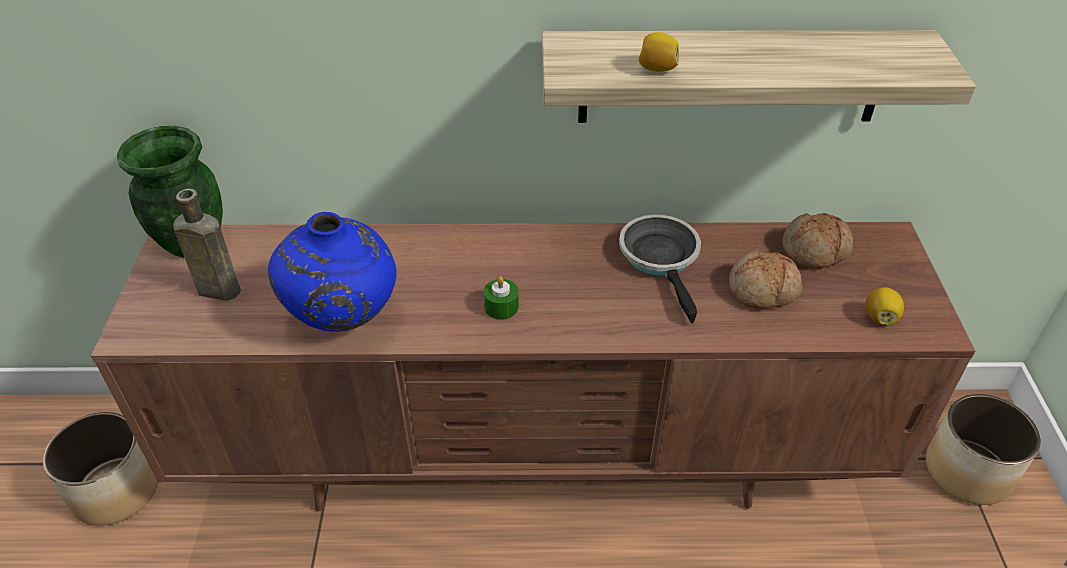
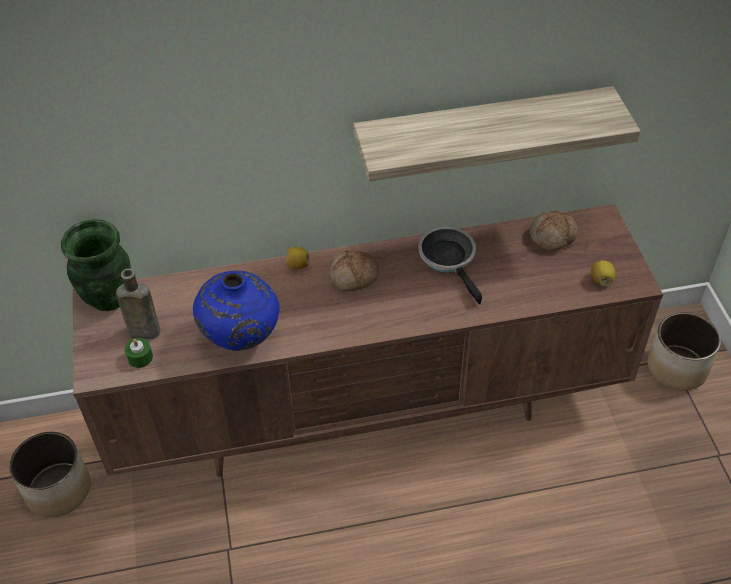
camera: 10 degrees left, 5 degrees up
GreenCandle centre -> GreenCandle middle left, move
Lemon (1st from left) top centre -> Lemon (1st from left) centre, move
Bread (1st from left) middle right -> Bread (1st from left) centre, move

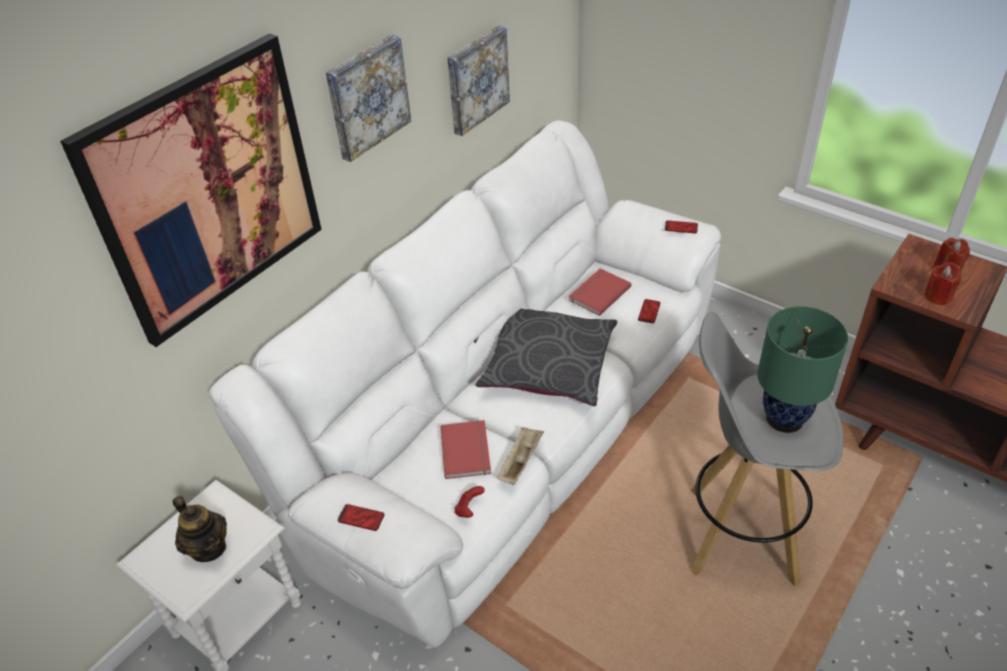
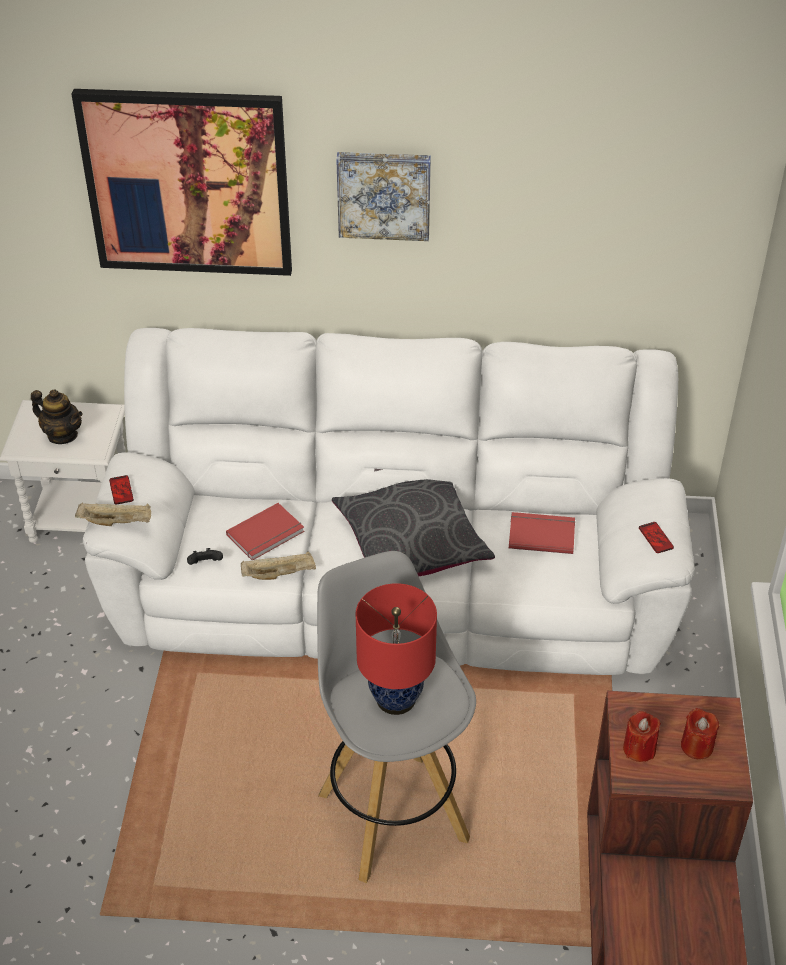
camera: 55 degrees right, 0 degrees up
Picture (3rd from left) top centre -> none
Phone (2nd from left) centre -> none
none -> BeigeTray (1st from left) middle left
RedGameController bottom centre -> BlackGameController middle left
GreenTableLamp middle right -> RedTableLamp bottom centre
Teapot bottom left -> Teapot middle left, 75 degrees counterclockwise

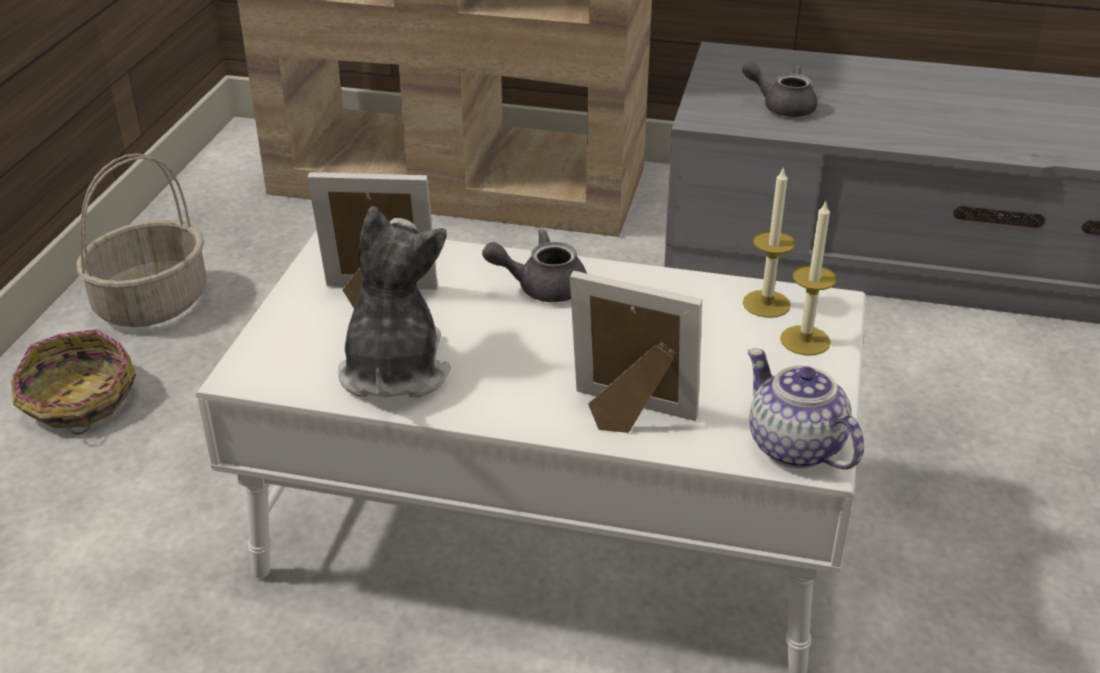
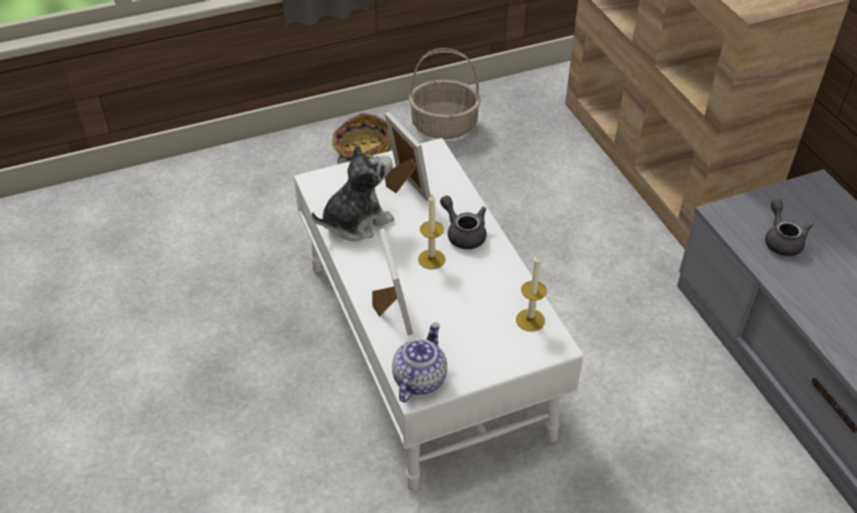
camera: 55 degrees right, 10 degrees up
Candle (2nd from left in the first image) middle right -> Candle (1st from left) centre, move

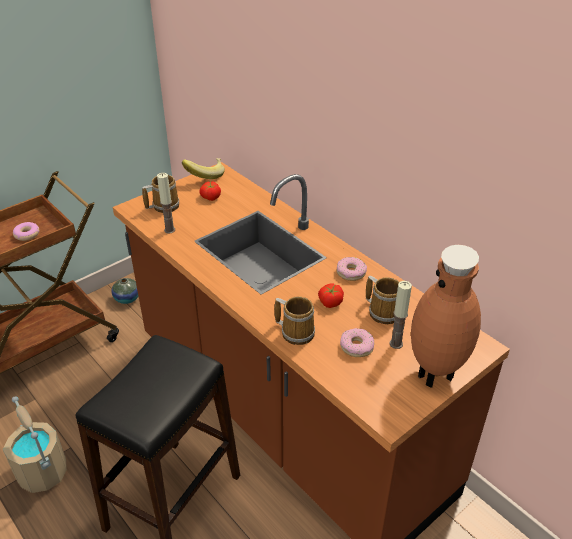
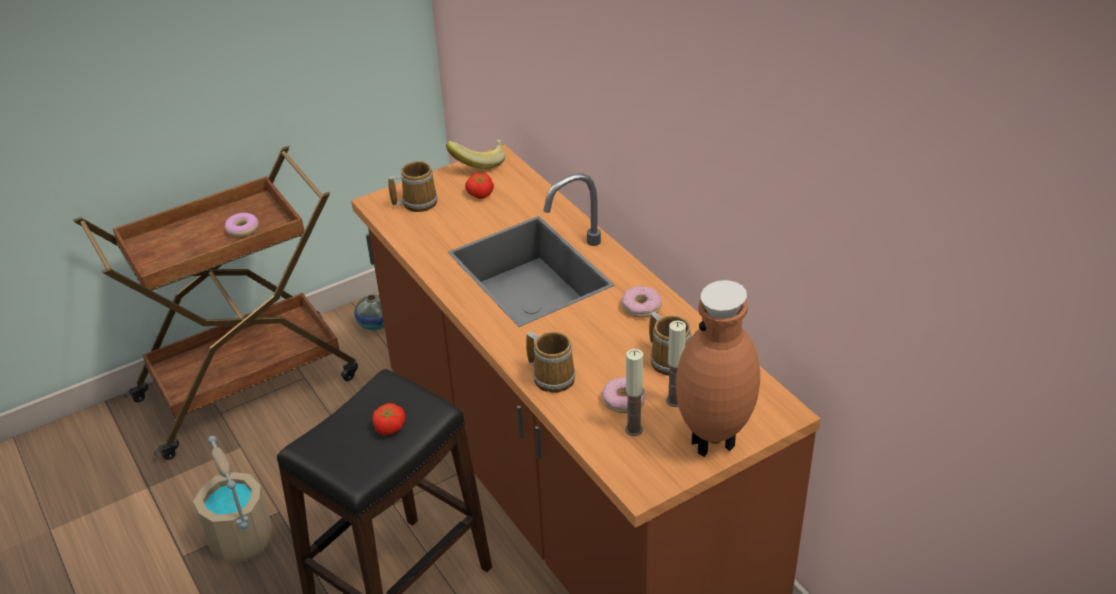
camera: 10 degrees right, 0 degrees up
Candle (1st from left) middle left -> Candle (1st from left) centre, move
Tomato (2nd from left in the first image) centre -> Tomato (1st from left) bottom centre, move

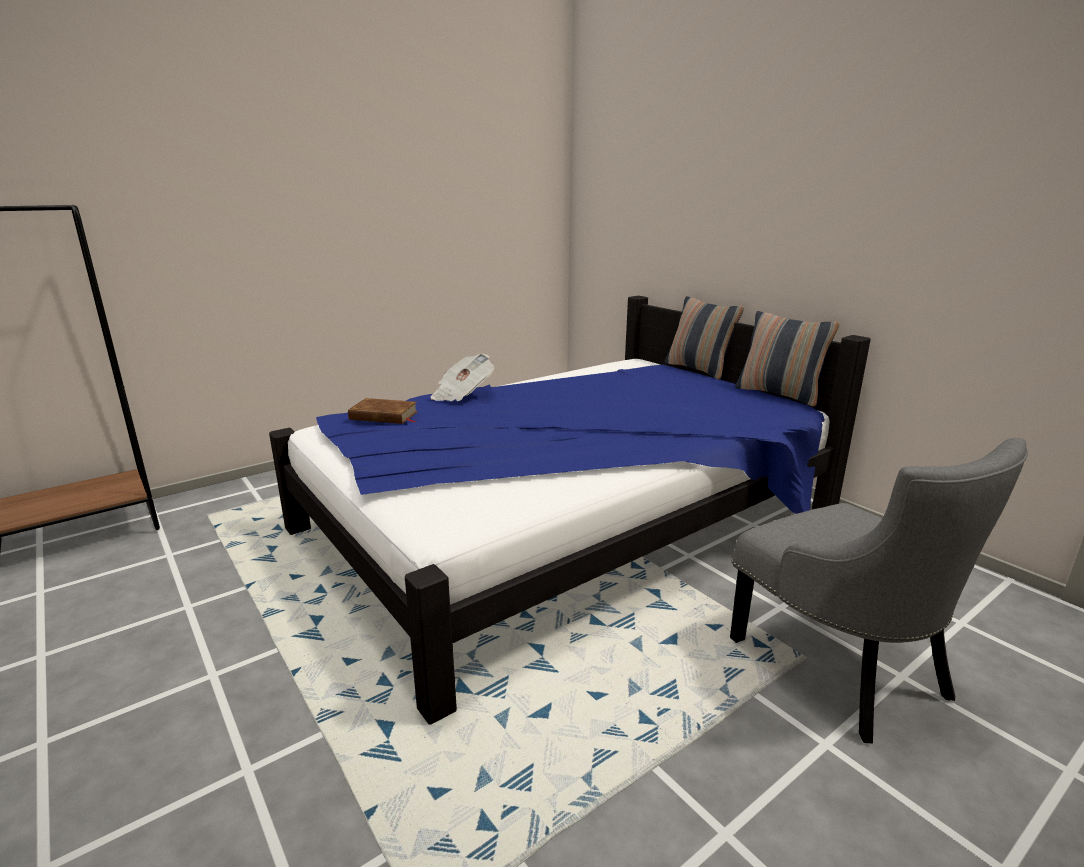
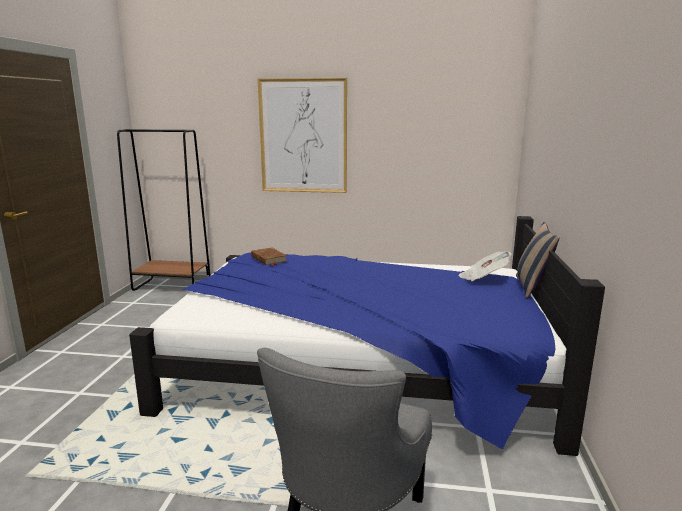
camera: 45 degrees right, 5 degrees down
Pillow (2nd from left) middle right -> none
none -> Picture top centre
Newspaper centre -> Newspaper middle right, move

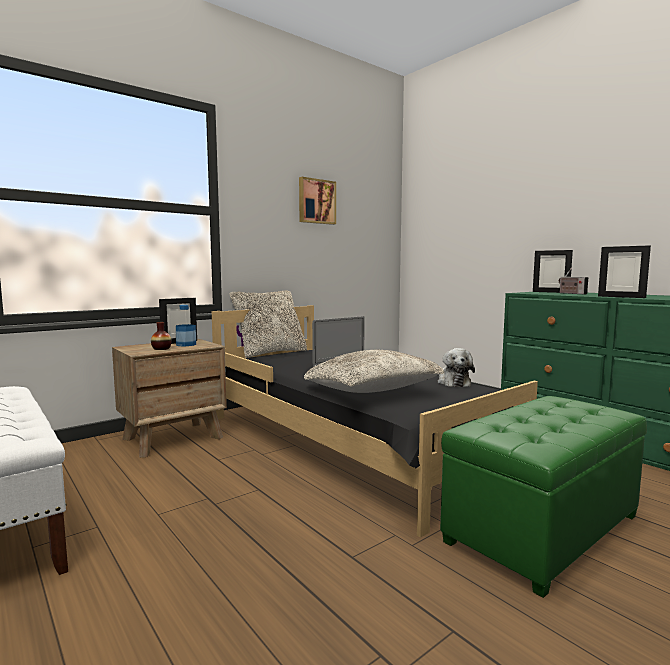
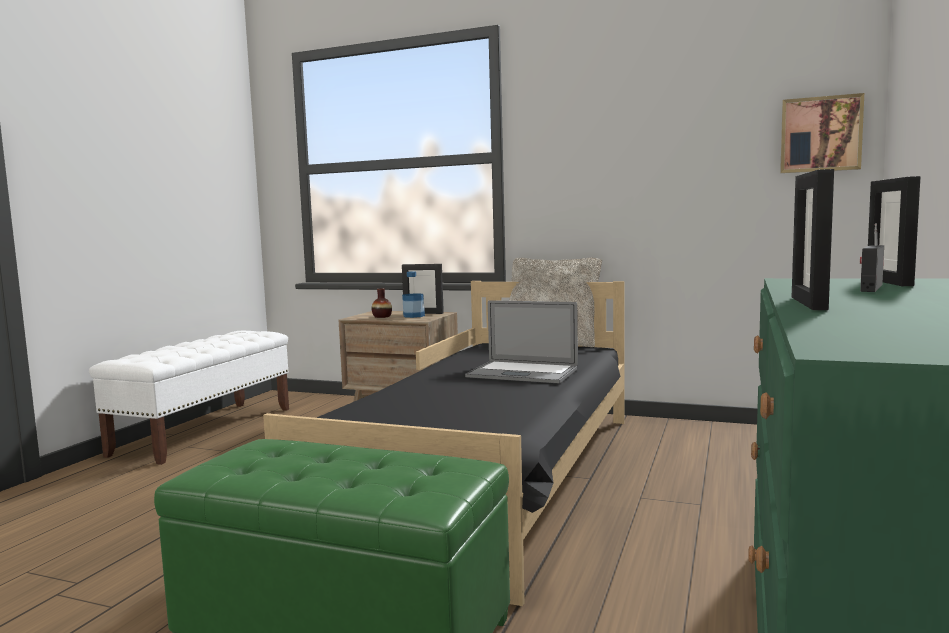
camera: 60 degrees right, 0 degrees up
BeigePillow (2nd from left) centre -> none
PlushToy middle right -> none
Picture top centre -> Picture top right, move

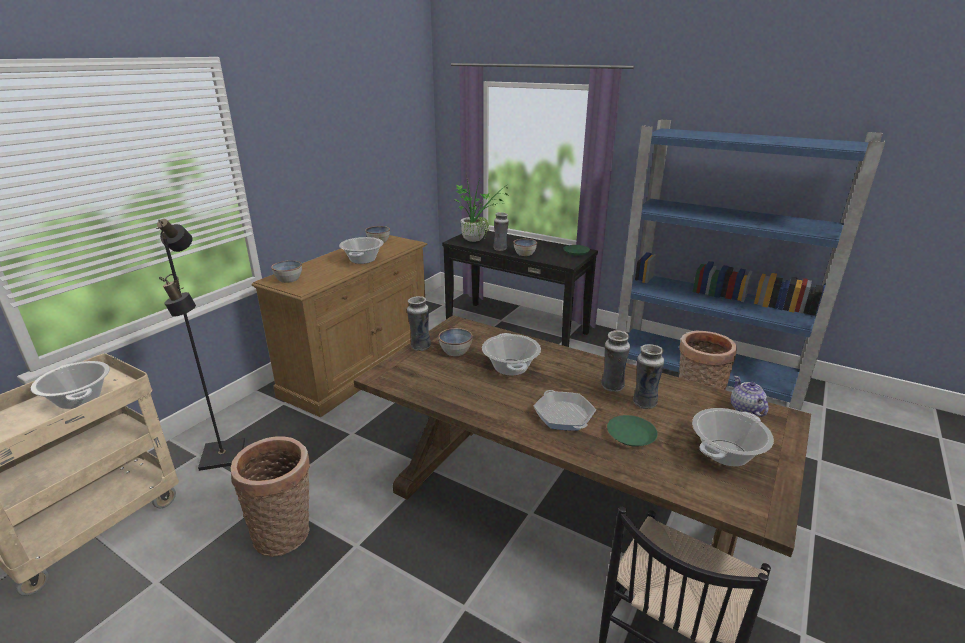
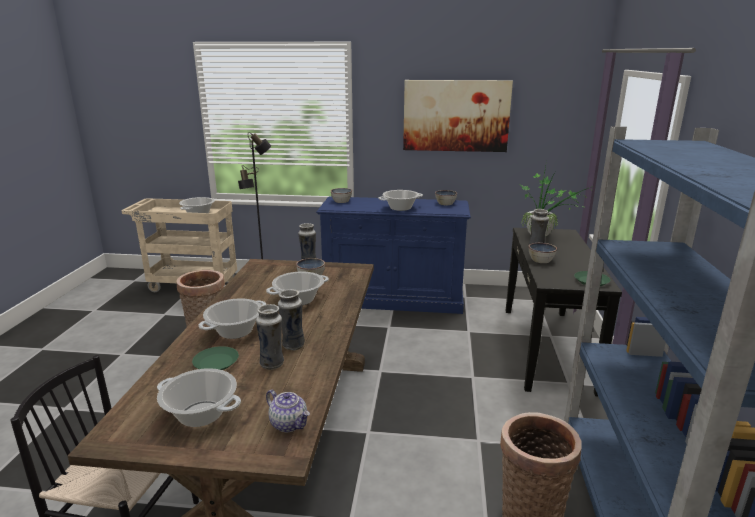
camera: 65 degrees right, 5 degrees down
none -> Picture top centre
FryingPan centre -> CookingPot (3rd from left) middle left
BrownCabinet centre -> BlueCabinet centre
Teapot middle right -> Teapot bottom centre, 75 degrees clockwise

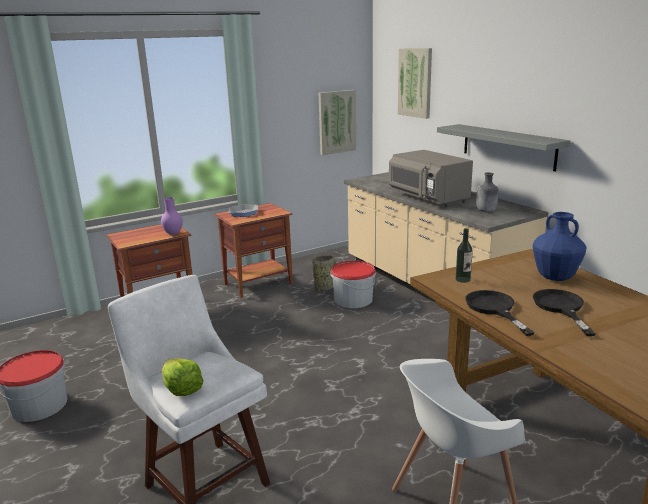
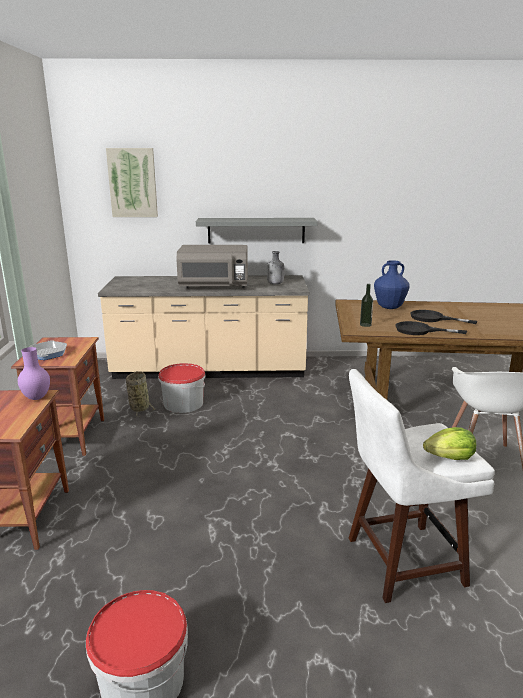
camera: 60 degrees left, 0 degrees up
Picture (1st from left) top centre -> none

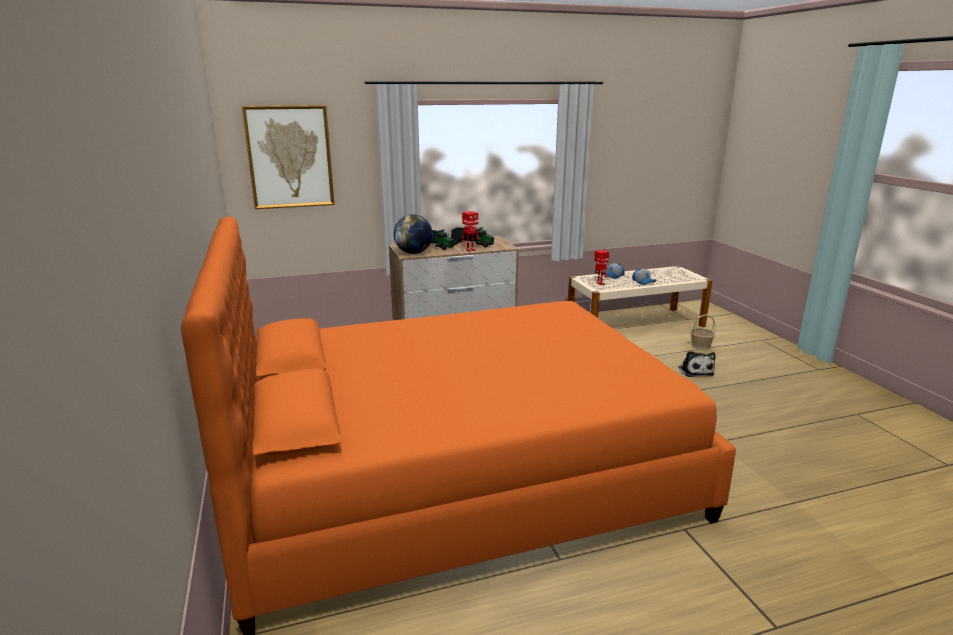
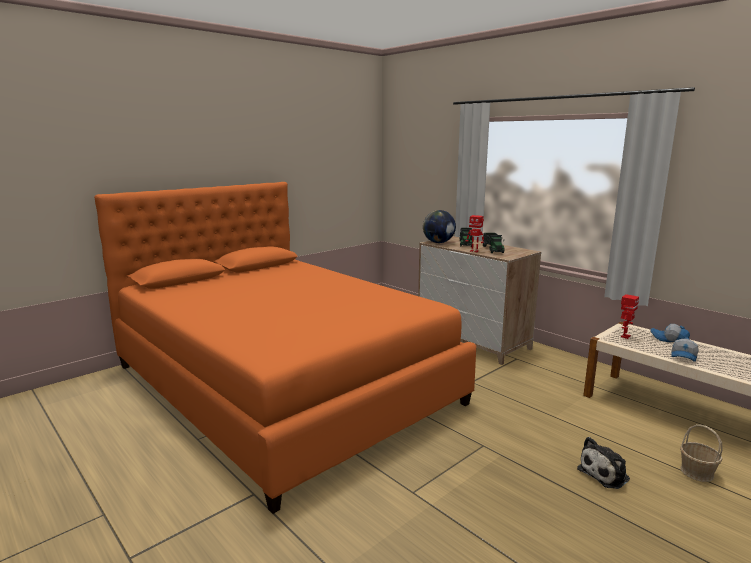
camera: 65 degrees right, 5 degrees down
Picture top left -> none

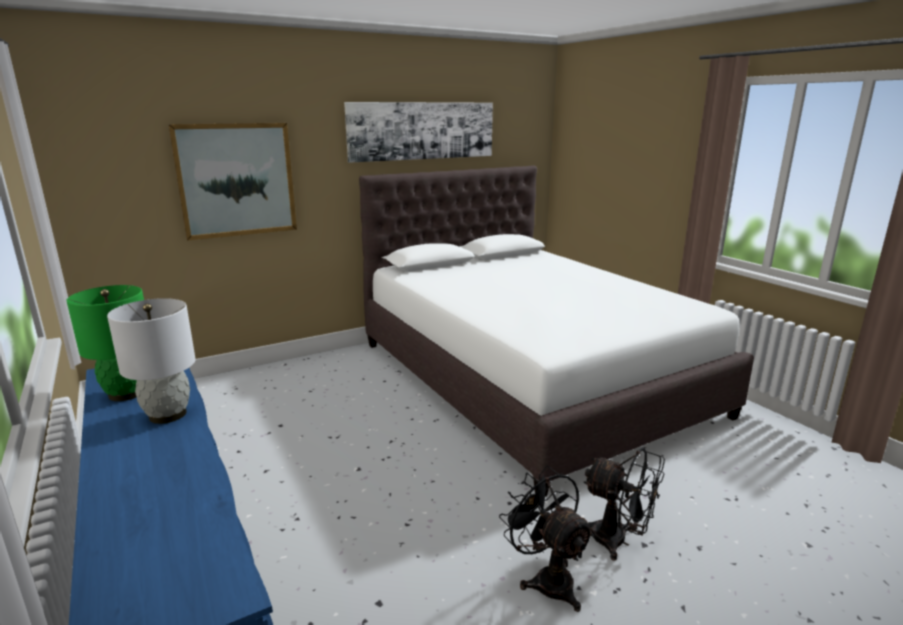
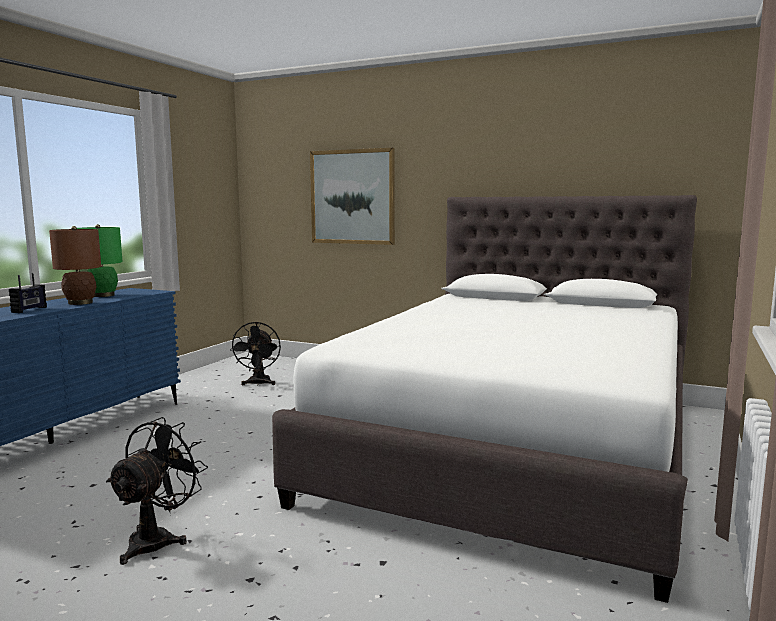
camera: 55 degrees right, 10 degrees down
Picture (2nd from left) top centre -> none
none -> Radio middle left
BlackFan (2nd from left) bottom right -> BlackFan (2nd from left) middle left, move
WhiteTableLamp middle left -> BrownTableLamp middle left

